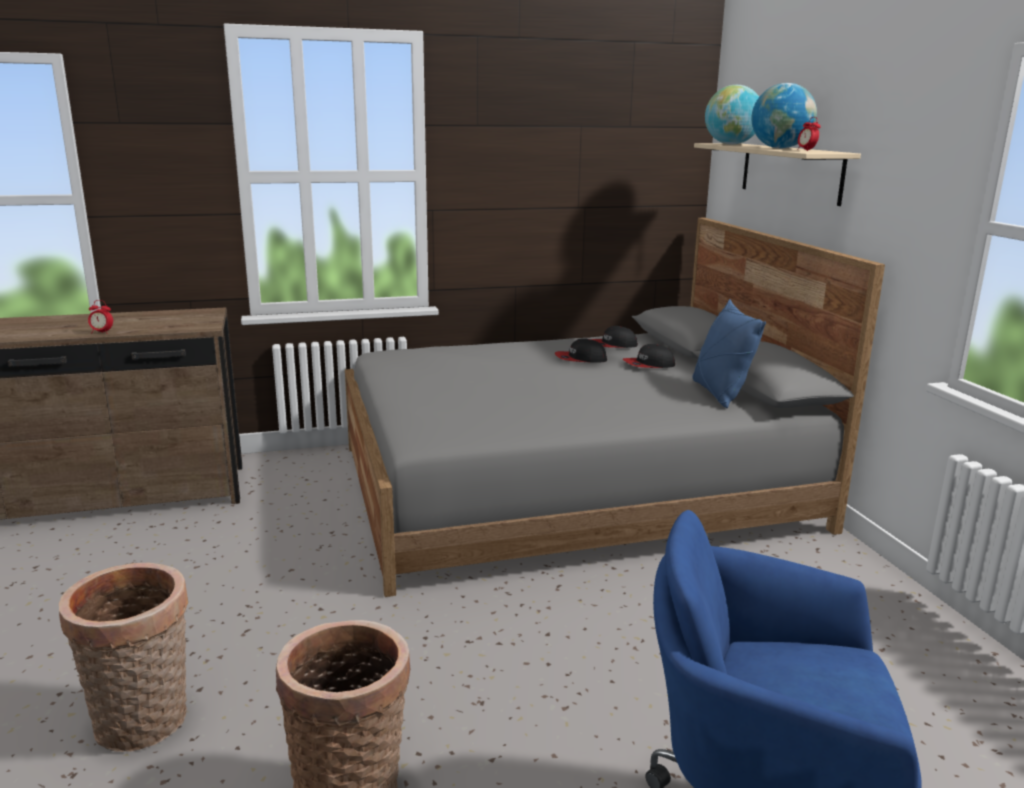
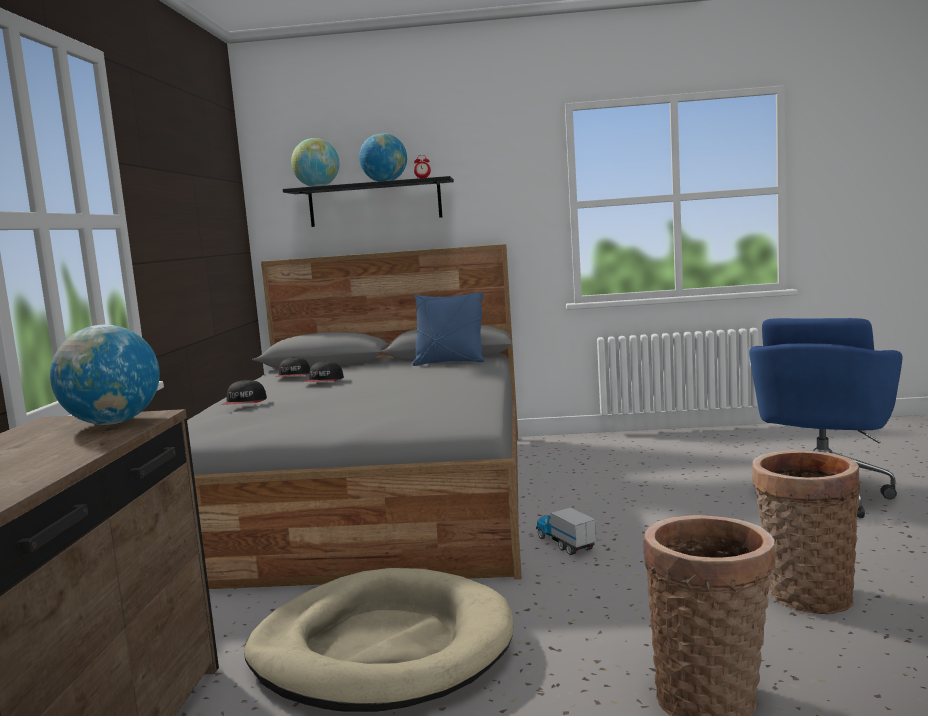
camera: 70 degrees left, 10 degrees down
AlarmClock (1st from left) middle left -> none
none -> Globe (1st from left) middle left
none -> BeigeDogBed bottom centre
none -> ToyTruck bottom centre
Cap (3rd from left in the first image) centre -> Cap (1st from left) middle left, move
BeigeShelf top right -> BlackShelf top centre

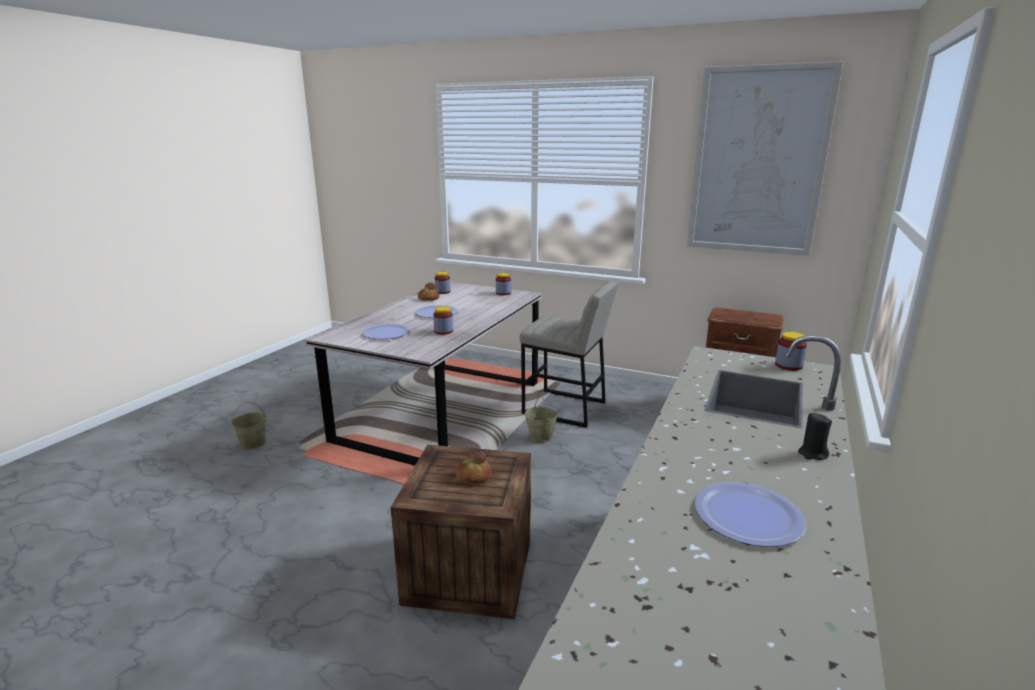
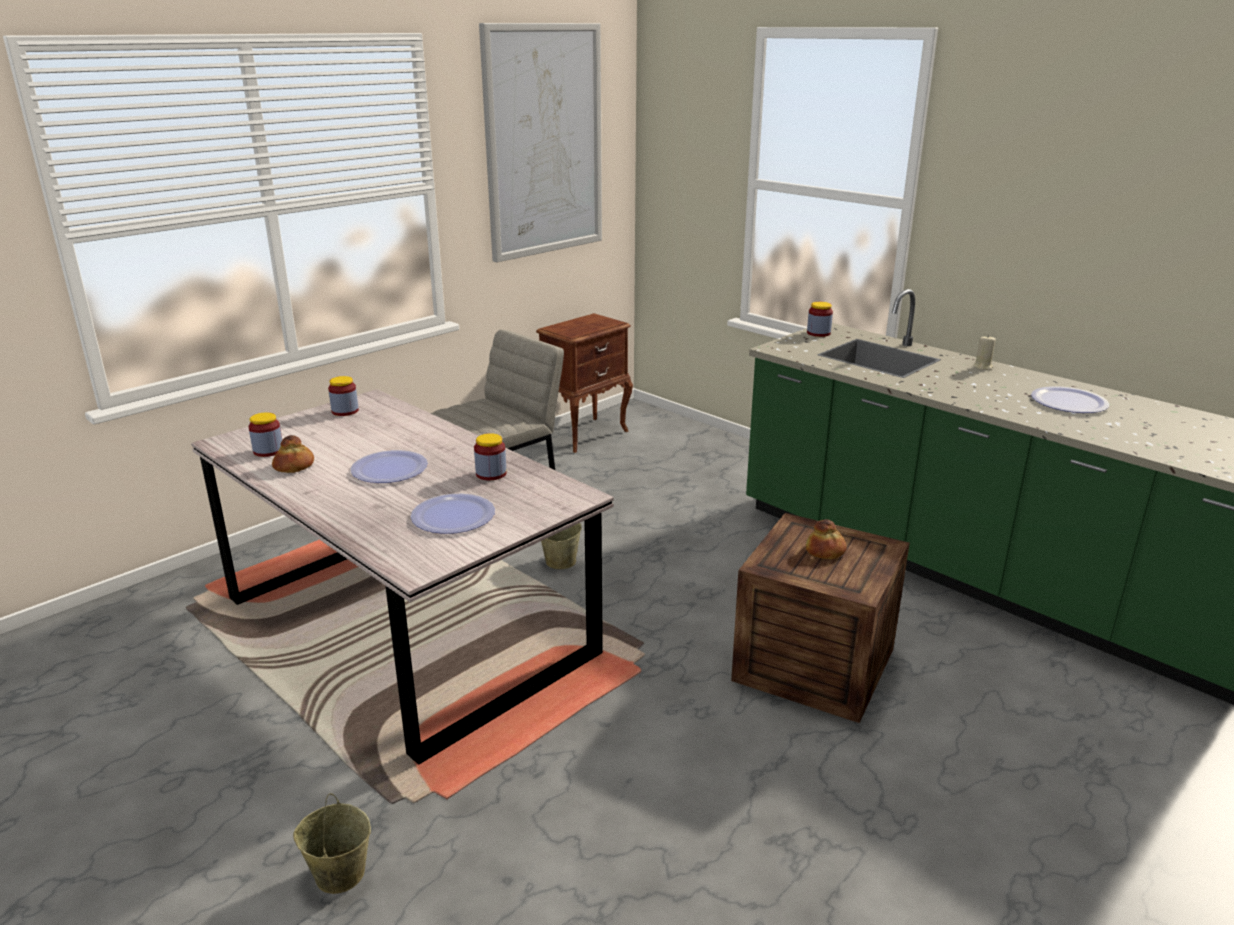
camera: 70 degrees left, 5 degrees up
BlackCandle middle right -> BeigeCandle middle right

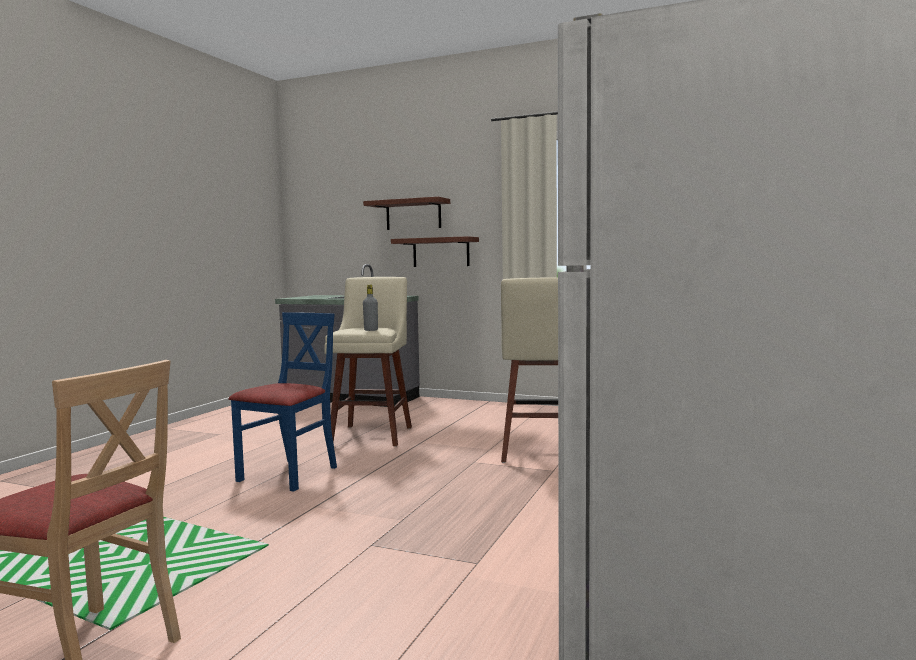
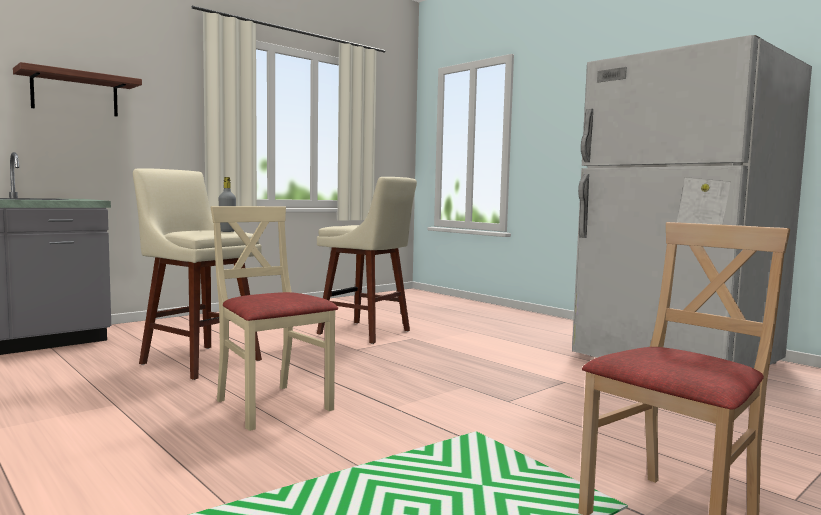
camera: 65 degrees left, 0 degrees up
Shelf (2nd from left) centre -> none
BlueChair middle left -> BeigeChair (1st from left) centre

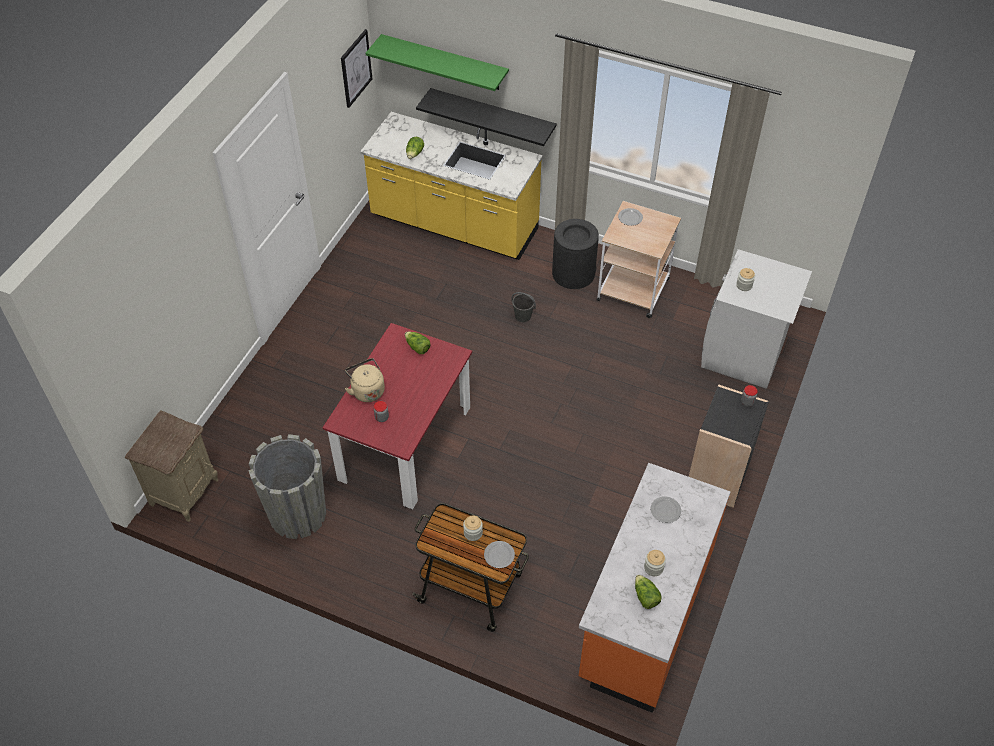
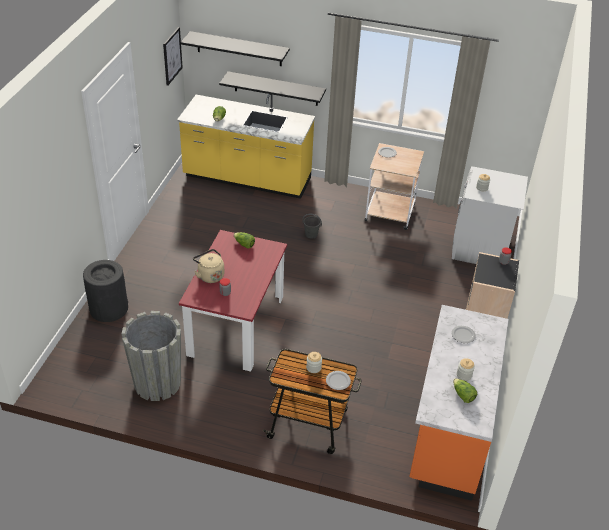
camera: 10 degrees left, 10 degrees down
BeigeNightstand middle left -> none
BlackTrashCan centre -> BlackTrashCan middle left, move
GreenShelf top centre -> BlackShelf (1st from left) top centre

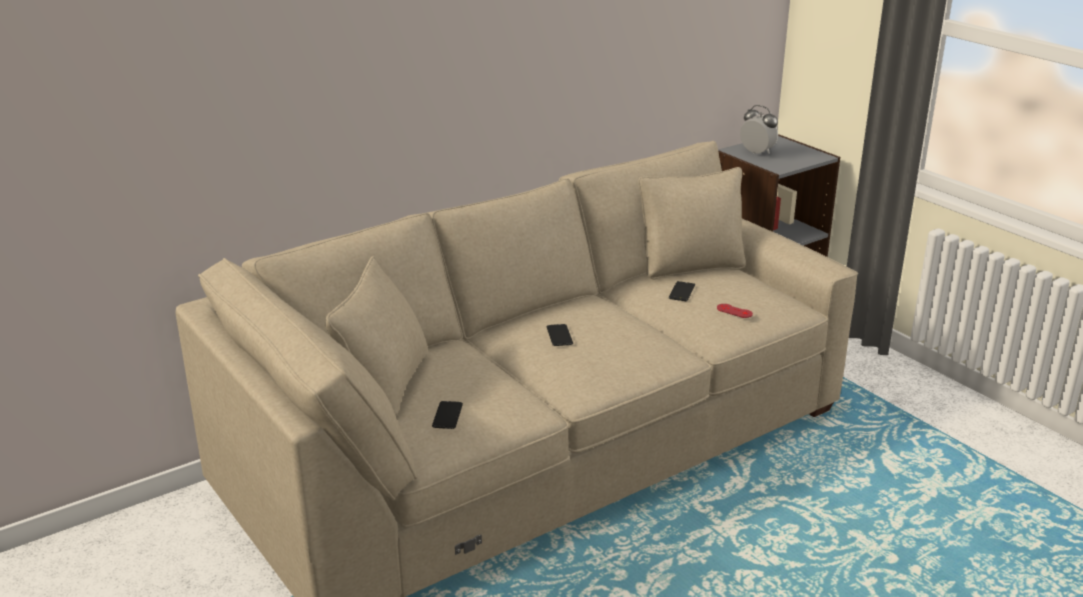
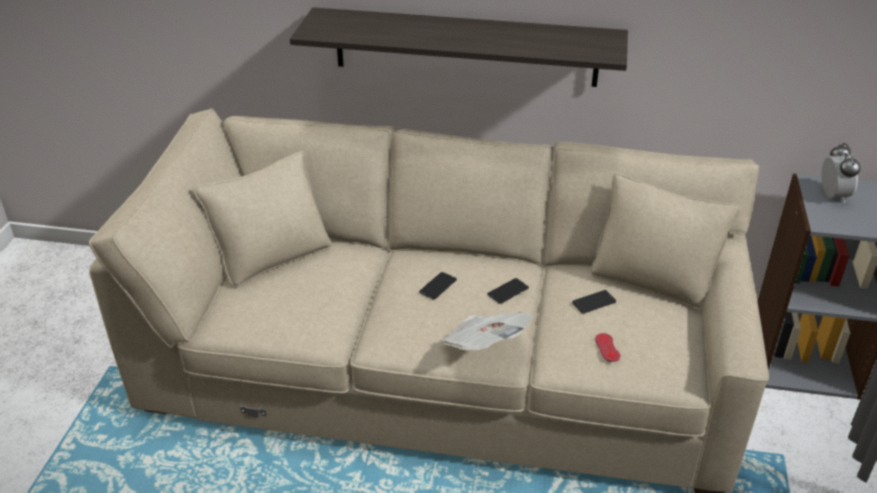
camera: 45 degrees right, 10 degrees up
none -> Shelf top centre
none -> Newspaper bottom centre
Phone (1st from left in the first image) bottom centre -> Phone (2nd from left) centre, move

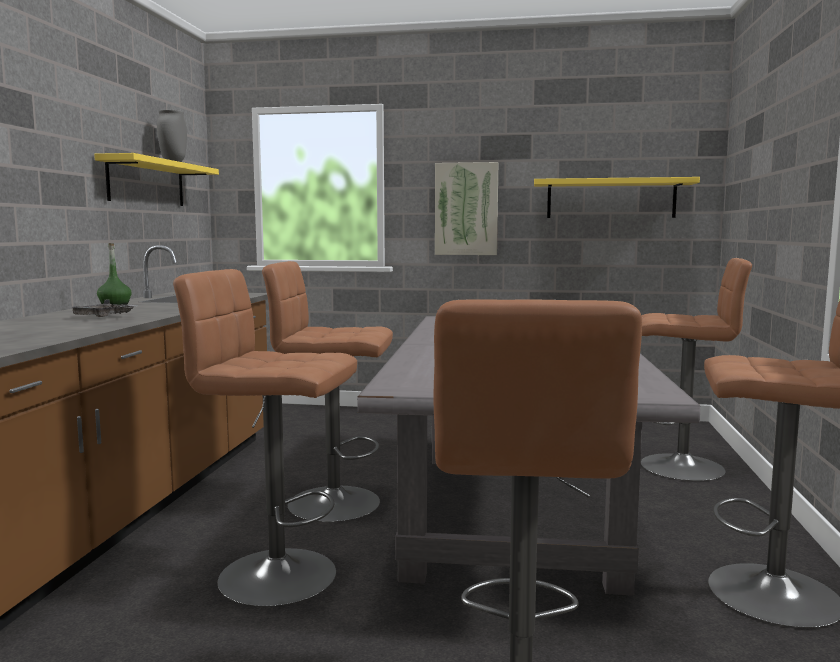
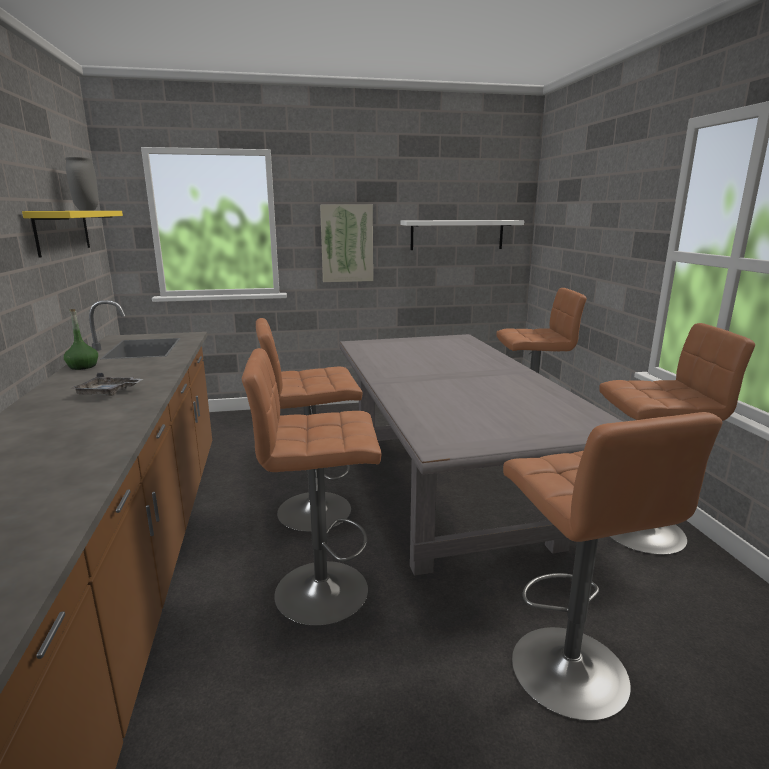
camera: 20 degrees left, 10 degrees up
YellowShelf (2nd from left) top right -> WhiteShelf top centre

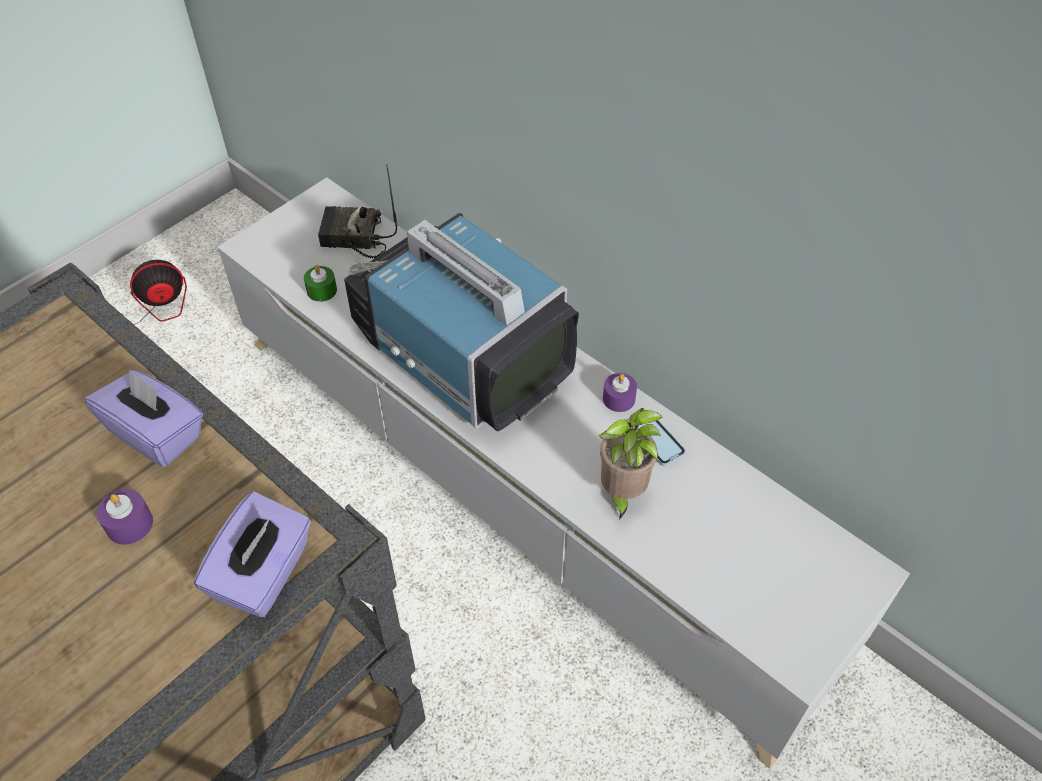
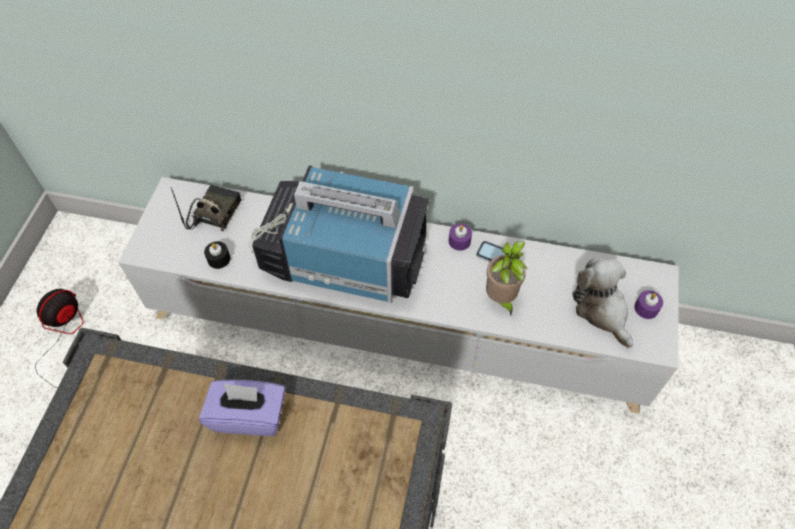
camera: 30 degrees left, 5 degrees up
PurpleTissueBox (2nd from left) bottom left -> none
none -> PlushToy middle right
PurpleCandle (1st from left in the first image) middle left -> PurpleCandle (2nd from left) middle right, move
GreenCandle middle left -> BlackCandle middle left
Radio top centre -> Radio middle left, 135 degrees clockwise

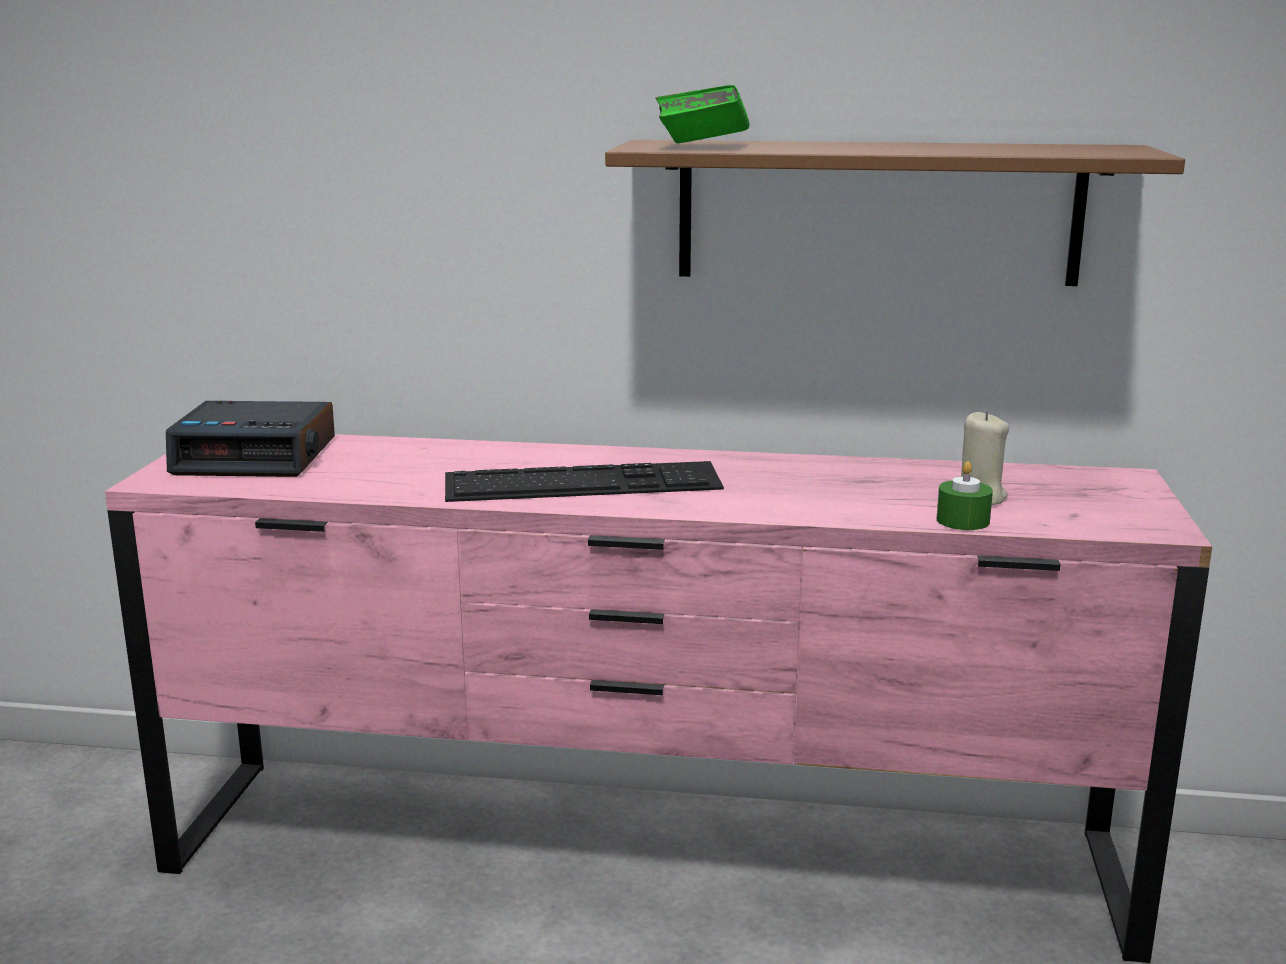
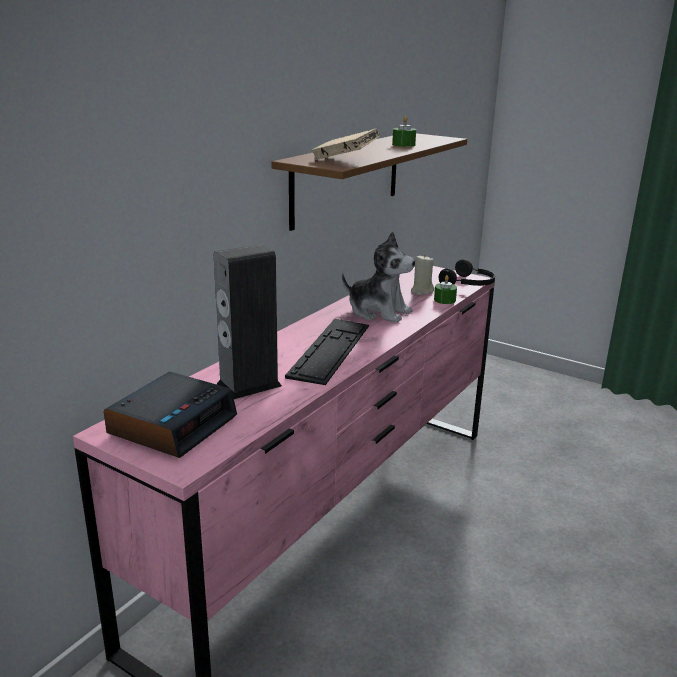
camera: 65 degrees left, 5 degrees up
none -> Speaker centre
none -> PlushToy centre
none -> GreenCandle (1st from left) top centre
none -> BlackHeadphones middle right
GreenBook top centre -> BeigeBook top centre

